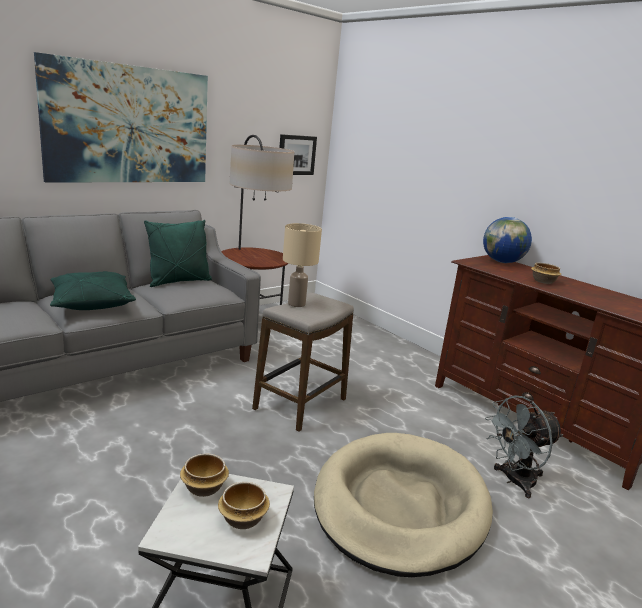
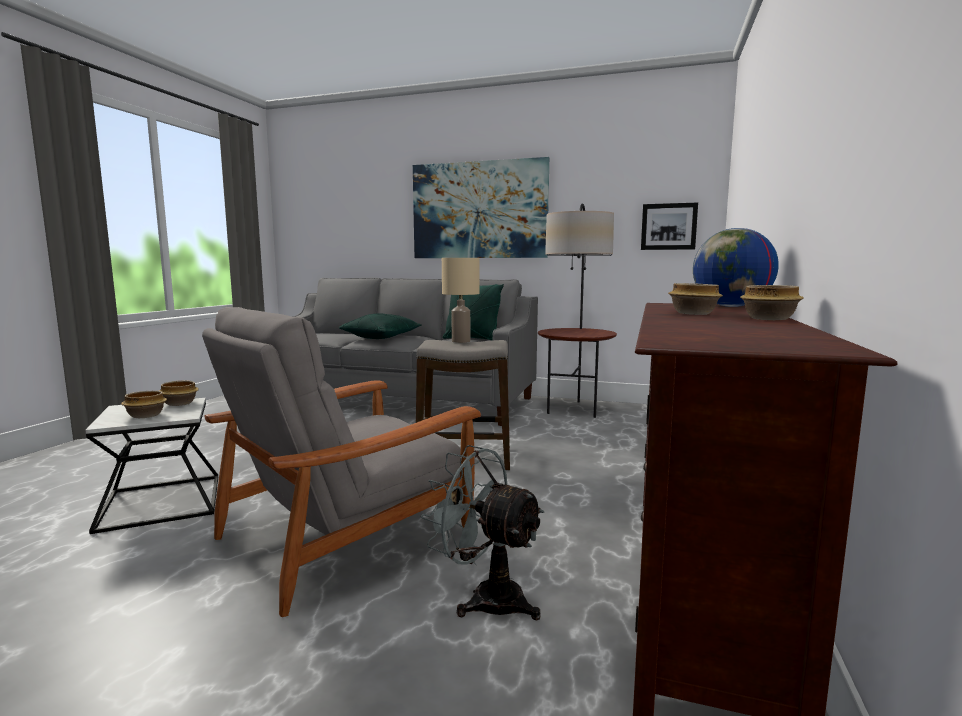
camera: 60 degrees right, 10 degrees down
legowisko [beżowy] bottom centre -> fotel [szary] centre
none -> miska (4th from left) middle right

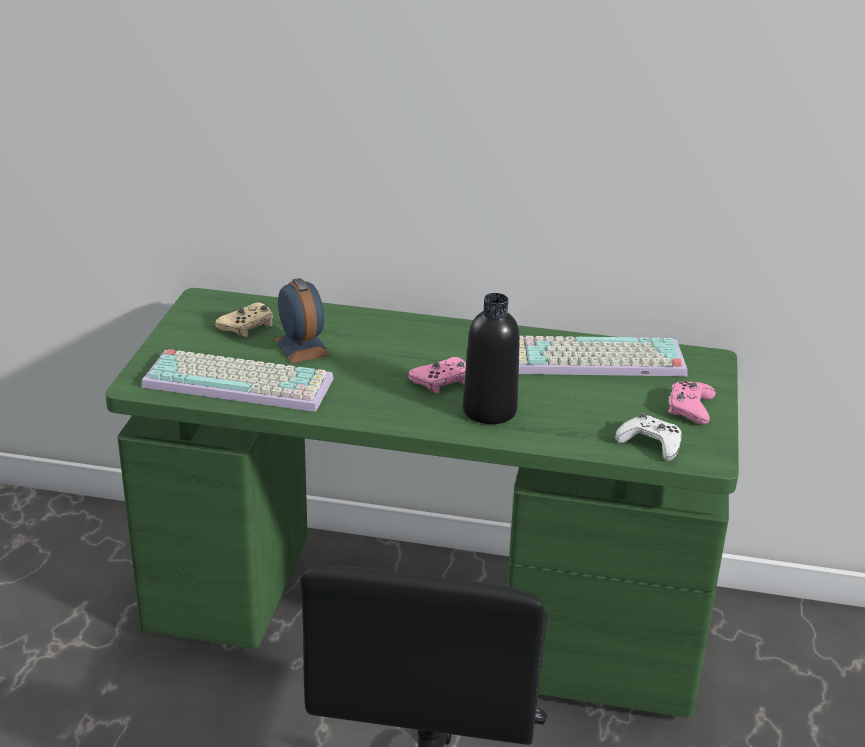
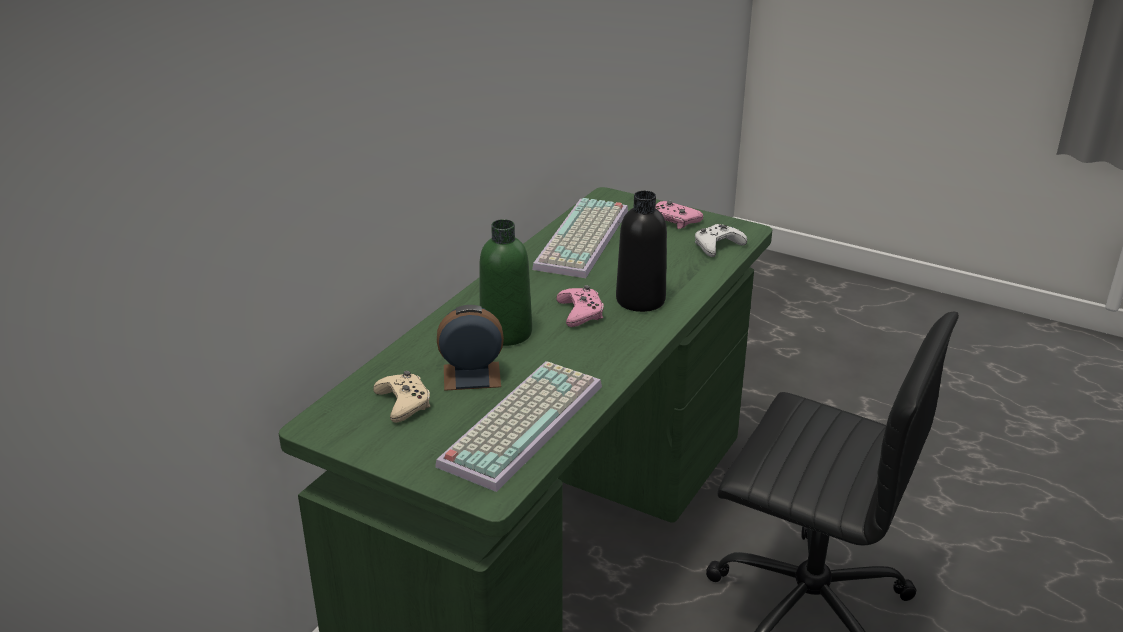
camera: 70 degrees left, 0 degrees up
none -> butelka [zielony] centre

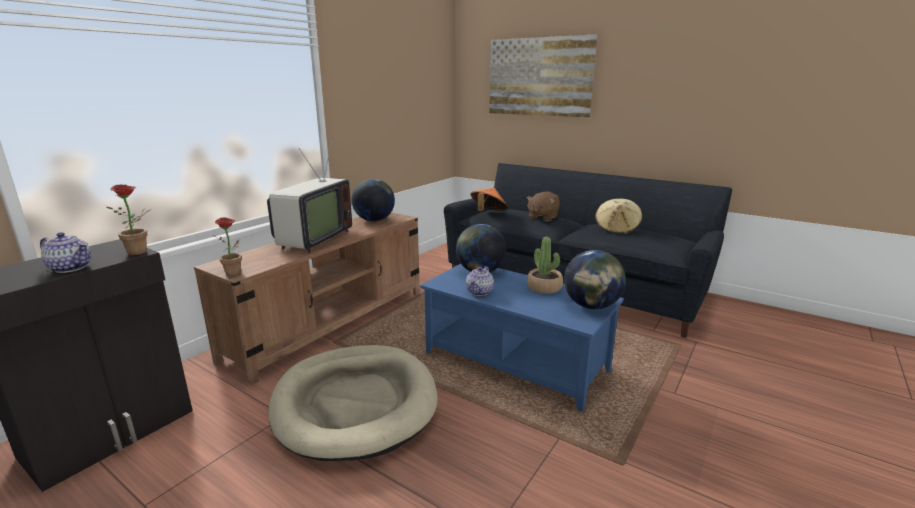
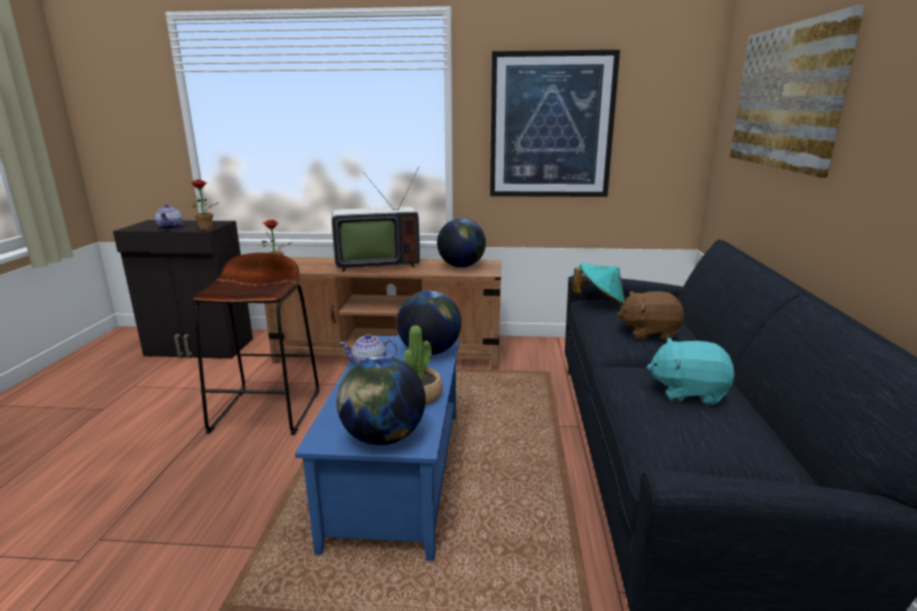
camera: 60 degrees right, 0 degrees up
legowisko [beżowy] bottom centre -> stołek [brązowy] middle left
none -> obraz (1st from left) top centre
kapelusz [pomarańczowy] centre -> kapelusz [turkusowy] centre
kapelusz [beżowy] middle right -> pluszak [turkusowy] middle right

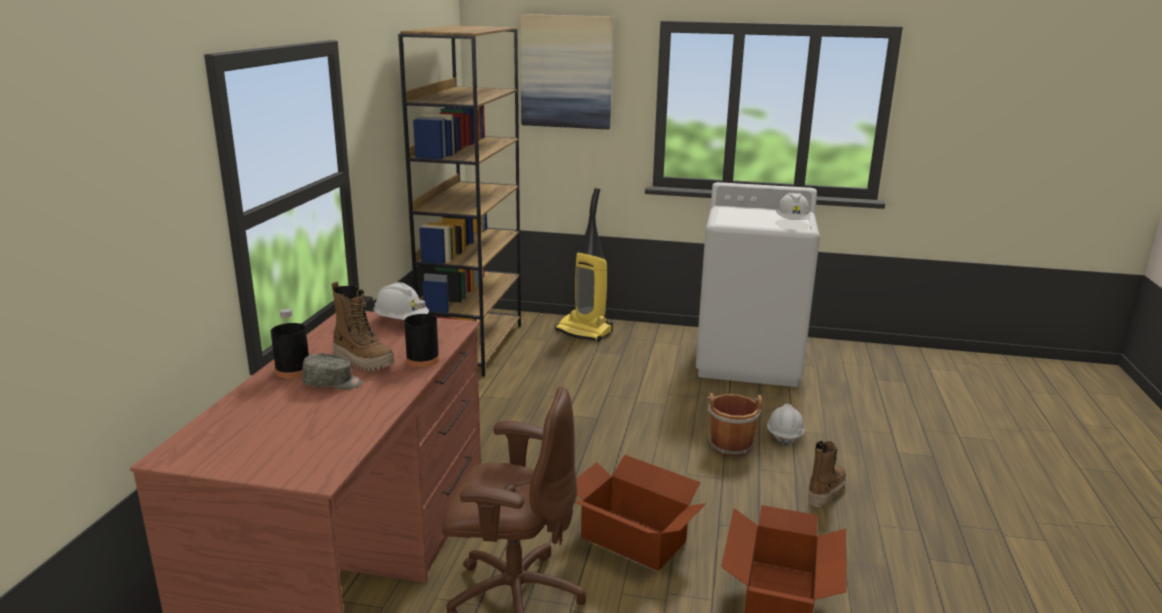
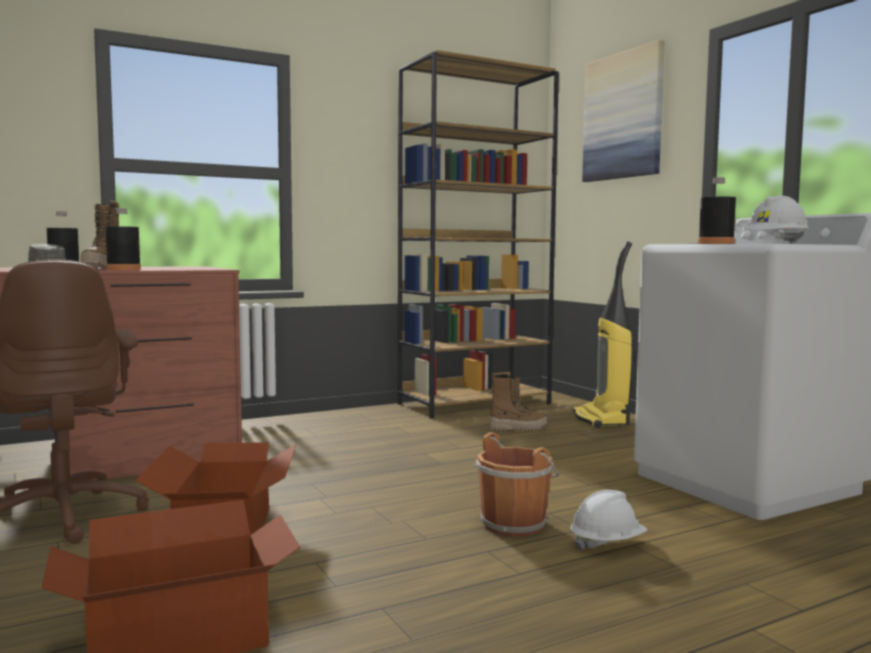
camera: 50 degrees right, 15 degrees down
but z cholewką (2nd from left) bottom right -> but z cholewką (2nd from left) centre, move
none -> butelka [czarny] (3rd from left) top right
kask [biały] (1st from left) centre -> none

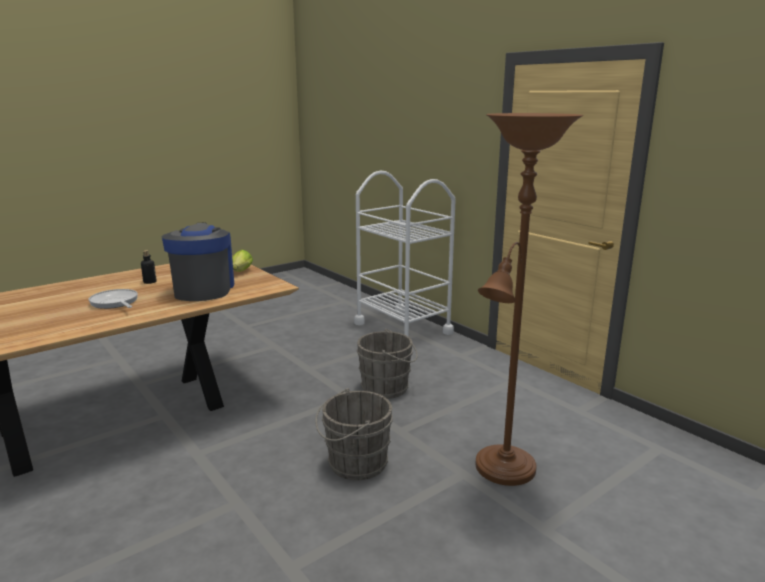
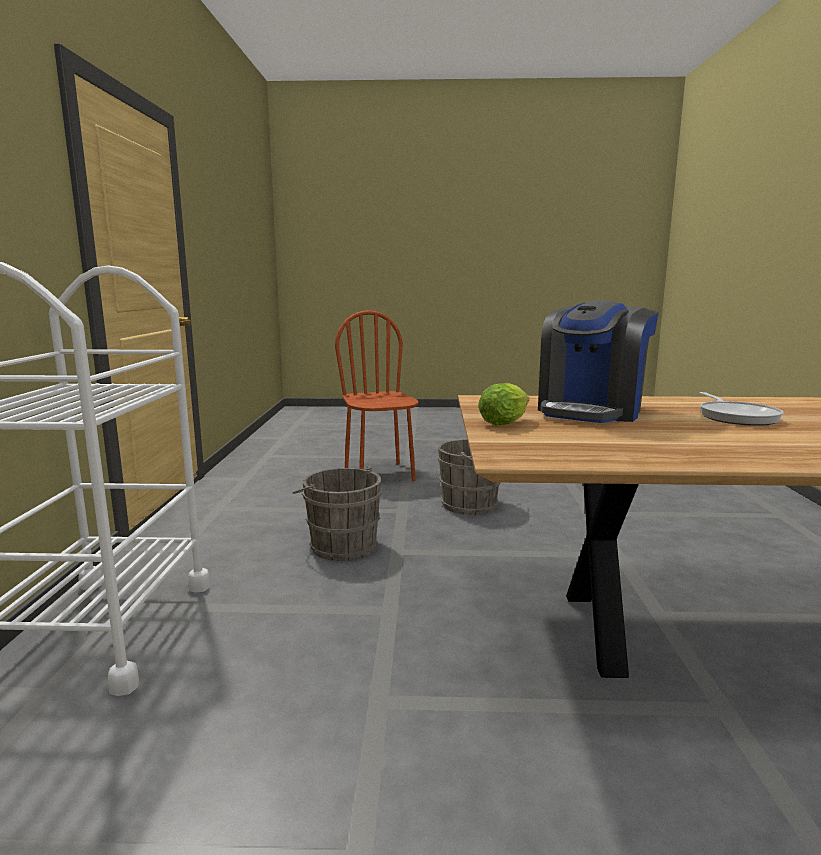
camera: 140 degrees left, 5 degrees down
lampa stojąca [brązowy] middle right -> krzesło [brązowy] centre
butelka middle left -> none

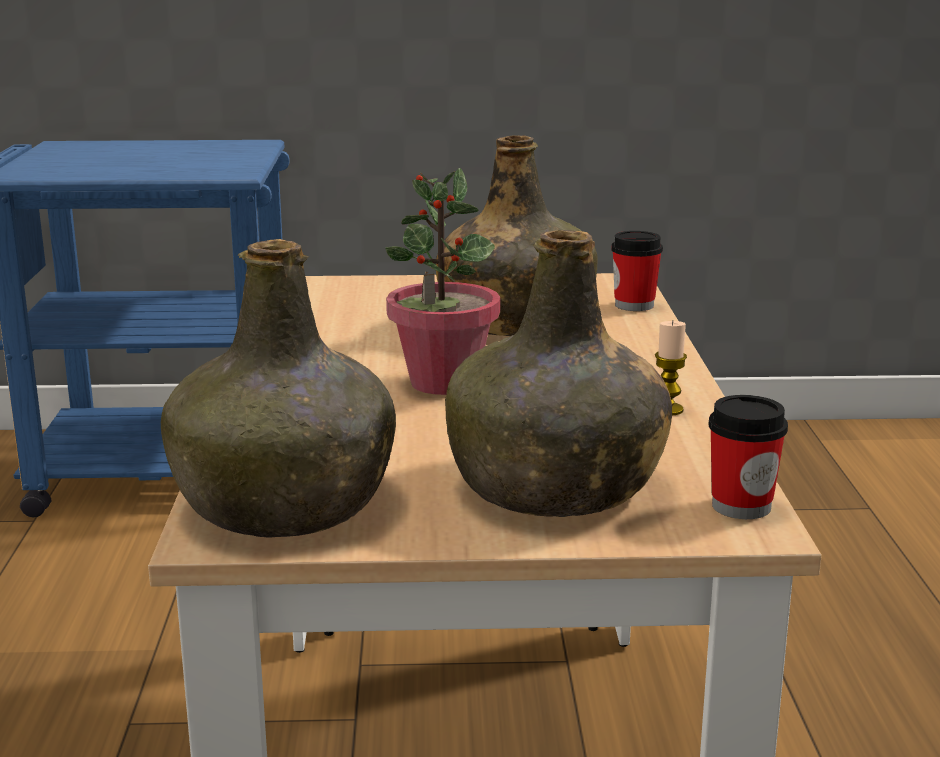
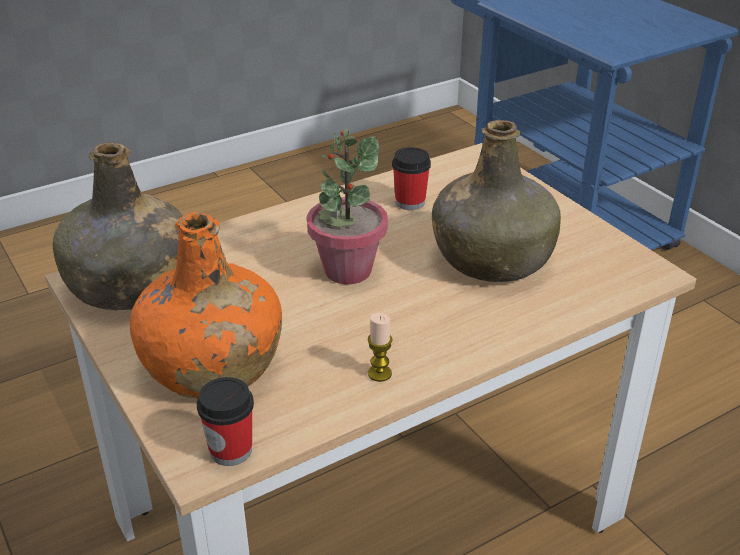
camera: 60 degrees right, 15 degrees up
butelka [zielony] (3rd from left) centre -> butelka [pomarańczowy] middle left
filiżanka (1st from left in the first image) middle right -> filiżanka (2nd from left) top centre, move

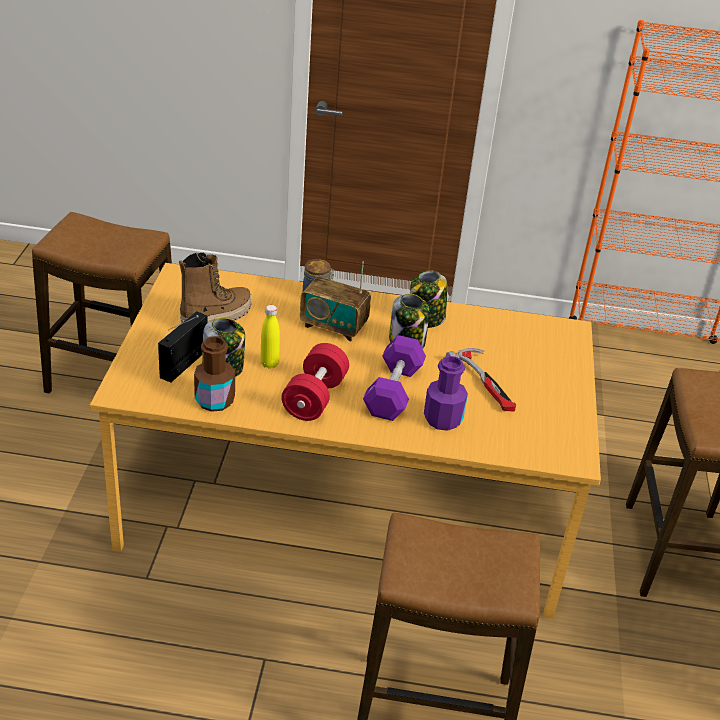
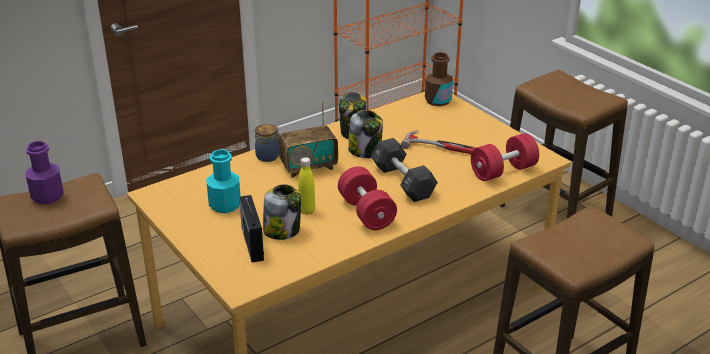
camera: 40 degrees left, 5 degrees down
butelka [fioletowy] centre -> butelka [fioletowy] middle left, move
but z cholewką middle left -> butelka [turkusowy] middle left
hantel [fioletowy] centre -> hantel [czarny] centre
butelka [brązowy] middle left -> butelka [brązowy] top centre, move
none -> hantel [czerwony] (2nd from left) middle right

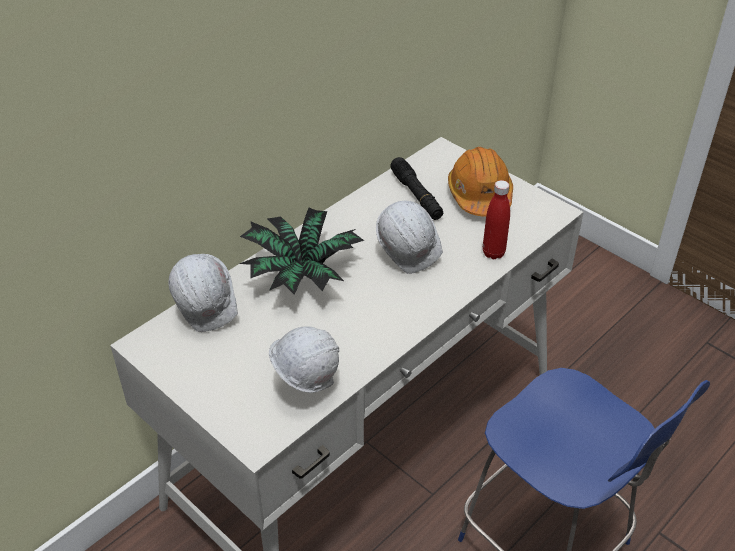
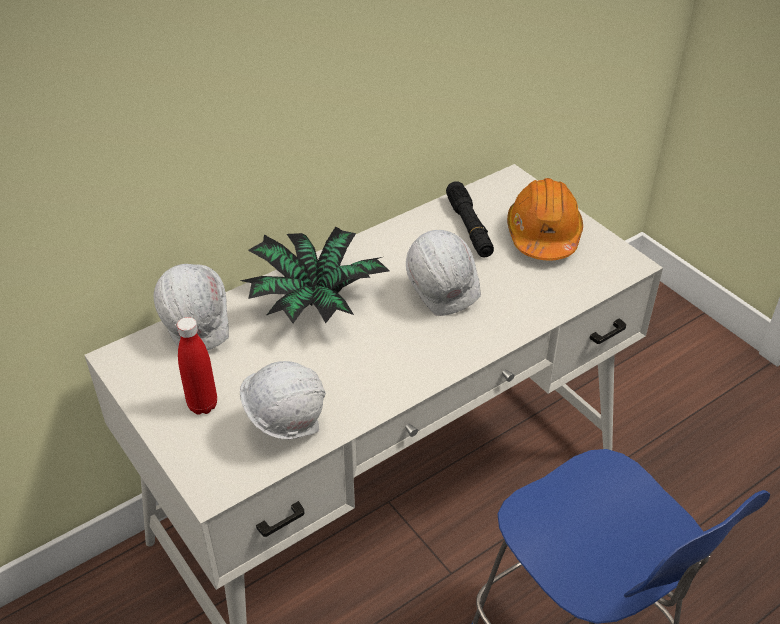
camera: 10 degrees right, 0 degrees up
butelka [czerwony] middle right -> butelka [czerwony] middle left, move

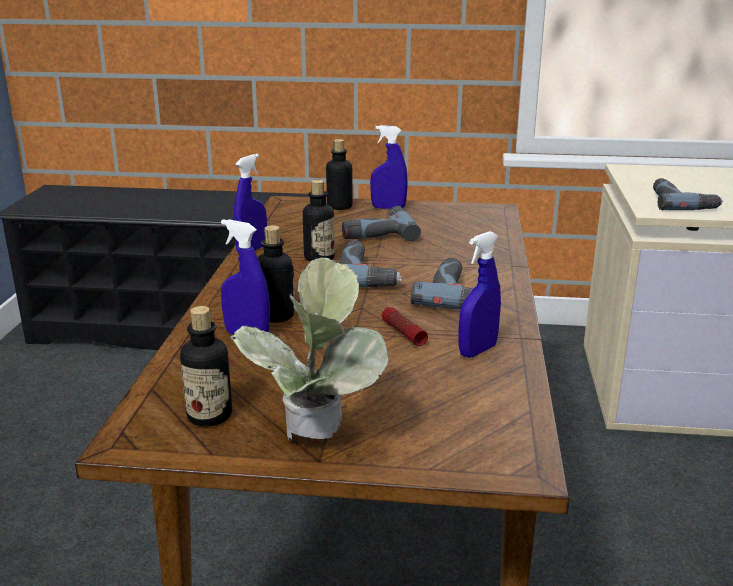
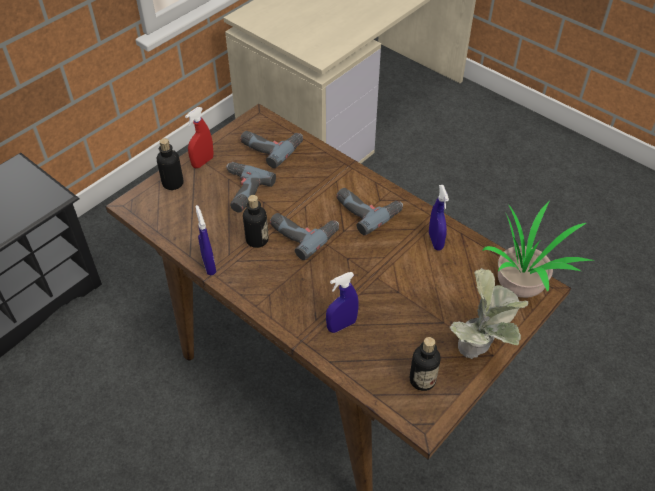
camera: 55 degrees left, 25 degrees up
spryskiwacz [niebieski] (3rd from left) top centre -> spryskiwacz [czerwony] top left
wiertarka (4th from left in the first image) top right -> wiertarka (2nd from left) top centre, move
none -> roślina doniczkowa (2nd from left) middle right
butelka (2nd from left) centre -> none
latarka centre -> none

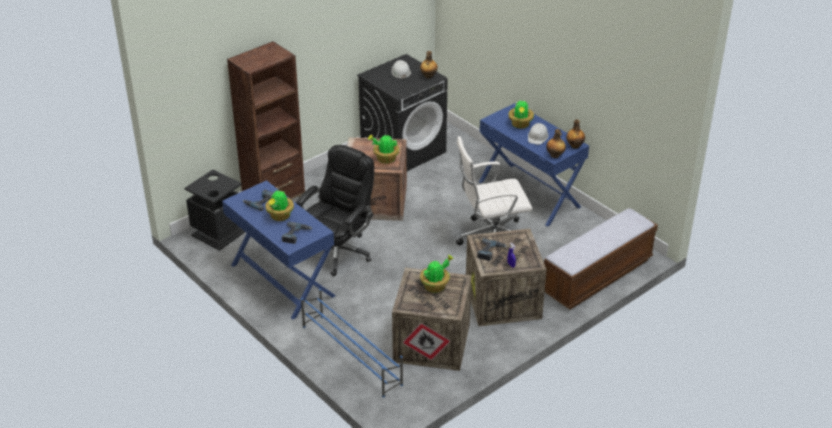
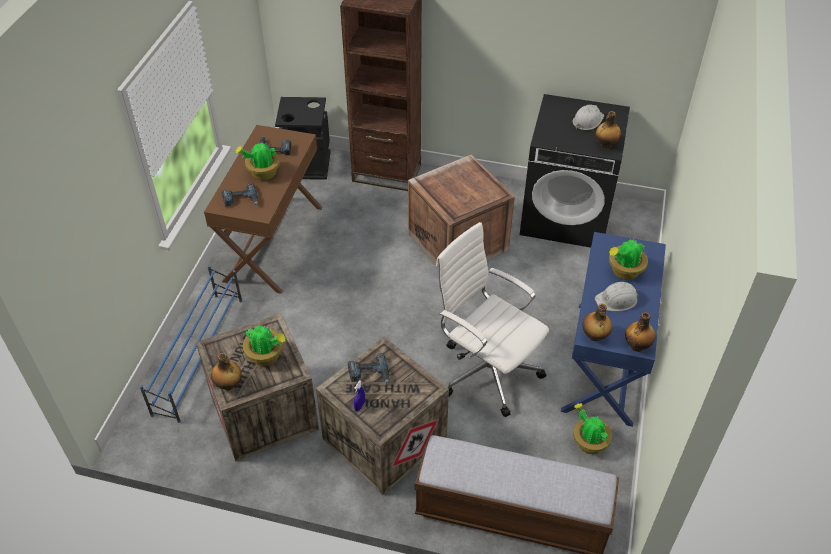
camera: 55 degrees right, 10 degrees up
biurko [niebieski] (1st from left) centre -> biurko [brązowy] middle left
none -> butelka (1st from left) bottom left
roślina doniczkowa (2nd from left in the first image) centre -> roślina doniczkowa (3rd from left) bottom right, move
krzesło biurowe [czarny] centre -> none

